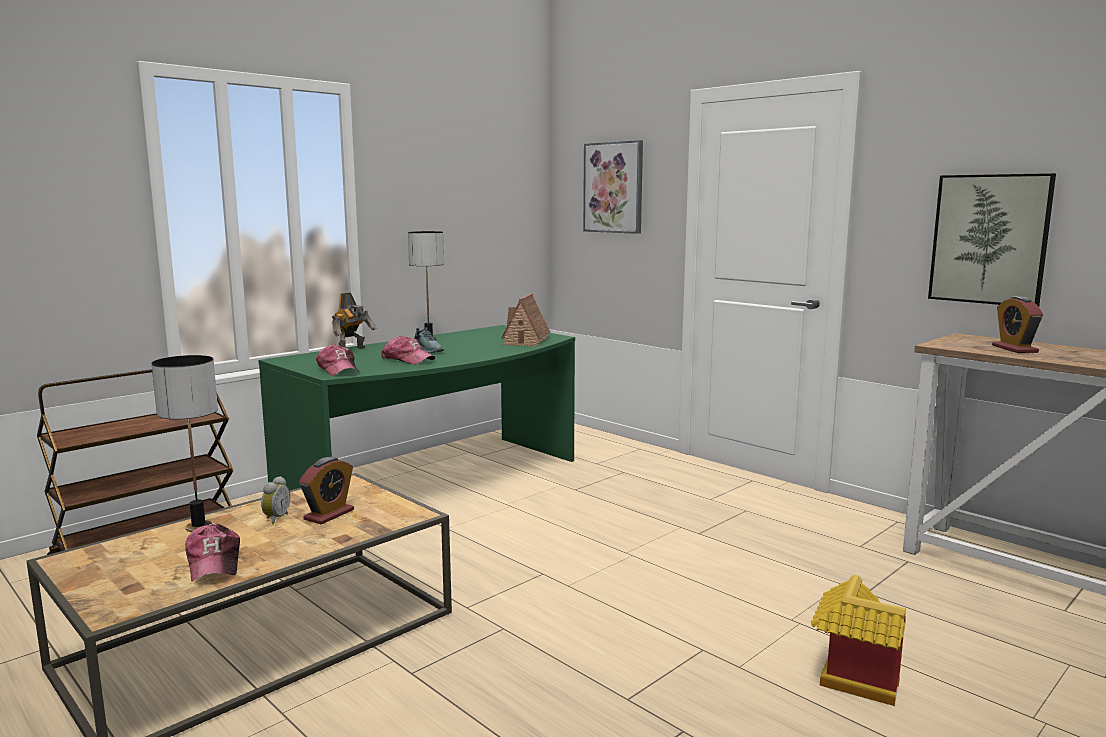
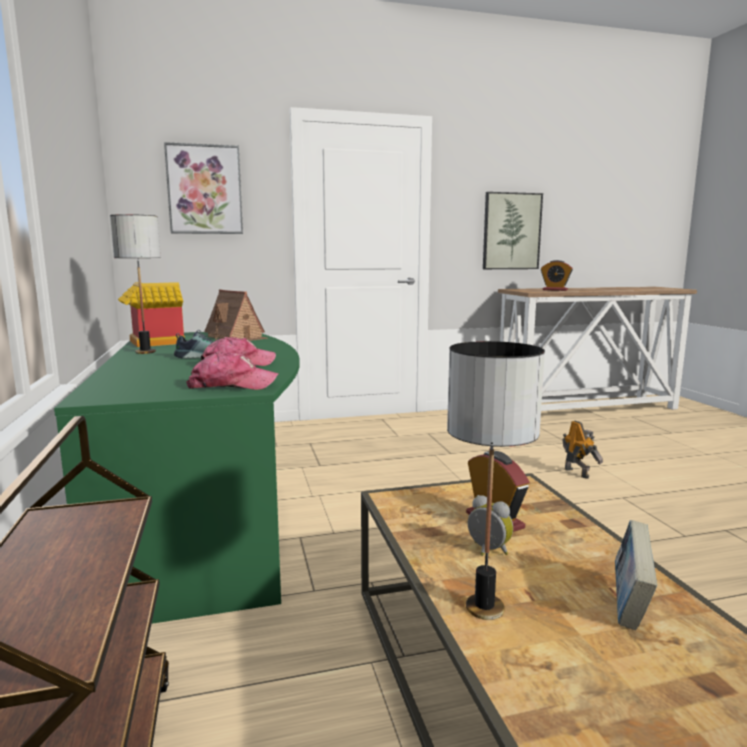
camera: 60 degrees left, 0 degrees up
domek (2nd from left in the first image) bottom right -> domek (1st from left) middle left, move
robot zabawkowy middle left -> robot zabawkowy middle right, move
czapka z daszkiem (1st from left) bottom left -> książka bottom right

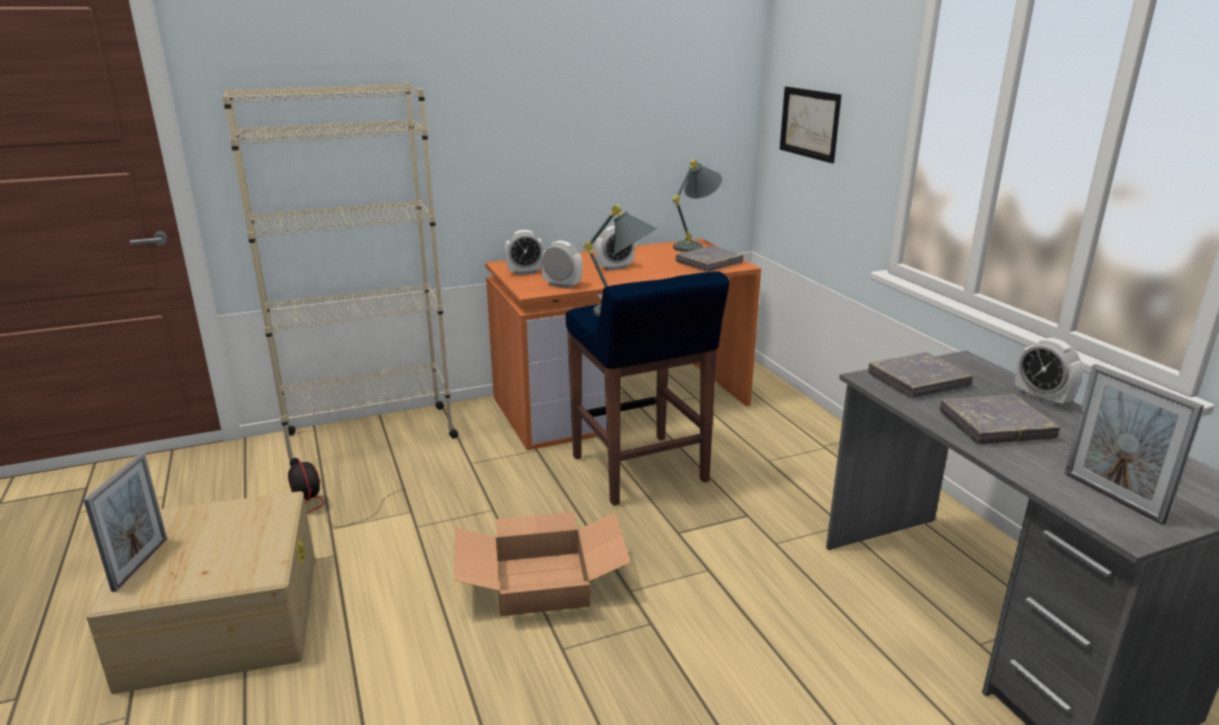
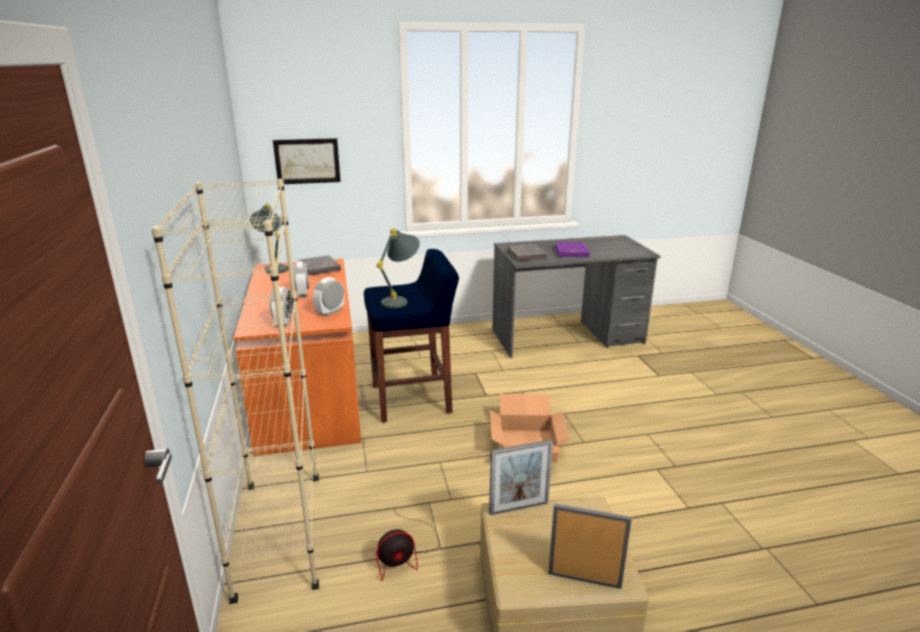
camera: 80 degrees left, 0 degrees up
ramka na zdjęcie (2nd from left in the first image) middle right -> ramka na zdjęcie (1st from left) bottom centre, move
książka [szary] (3rd from left) middle right -> książka [fioletowy] centre
budzik (4th from left) middle right -> none

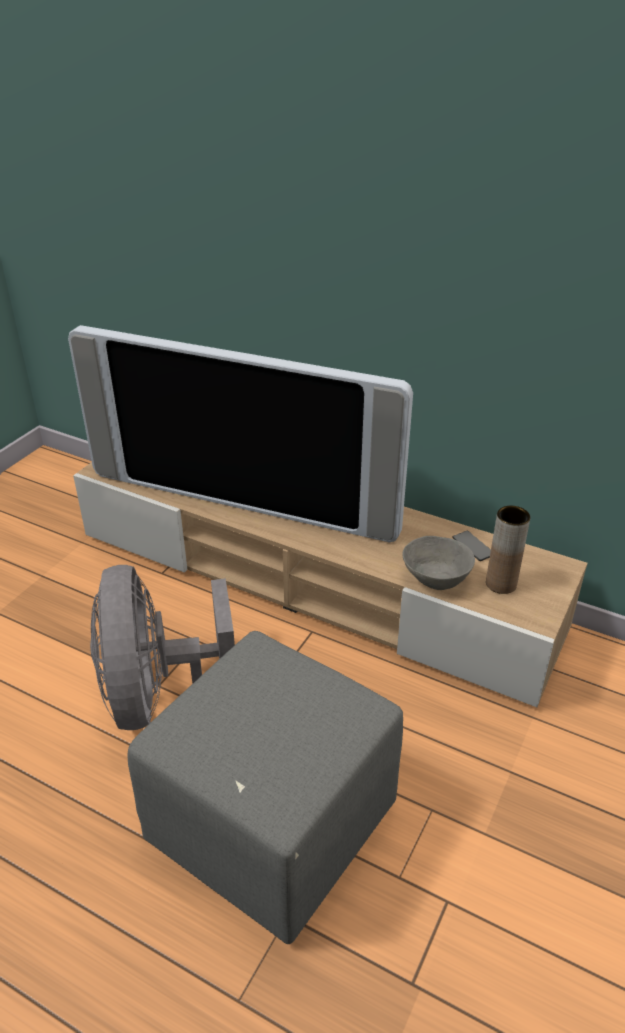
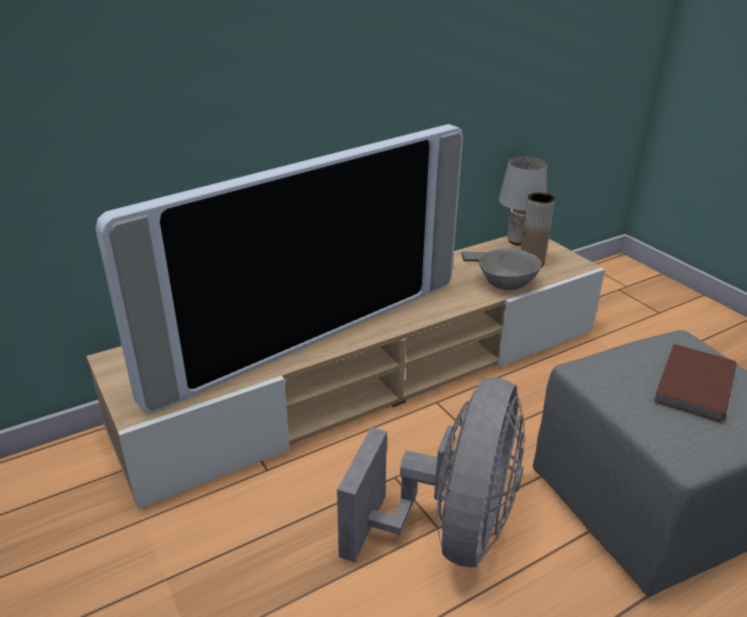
camera: 60 degrees left, 5 degrees down
wentylator [szary] middle left -> wentylator [szary] bottom centre, 90 degrees counterclockwise
none -> lampa stołowa [szary] top right
none -> książka [brązowy] middle right

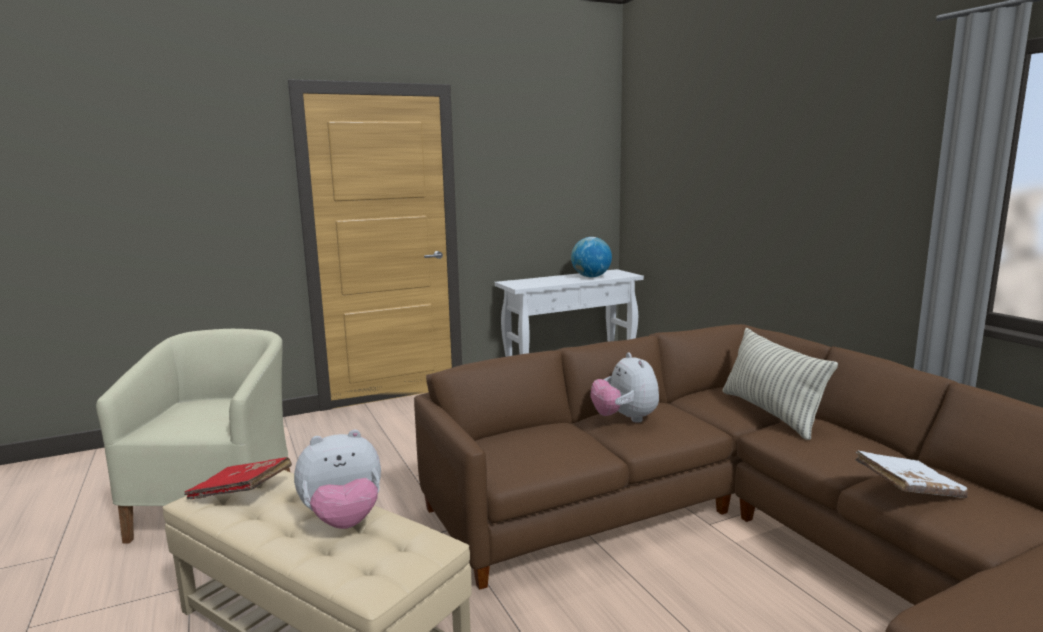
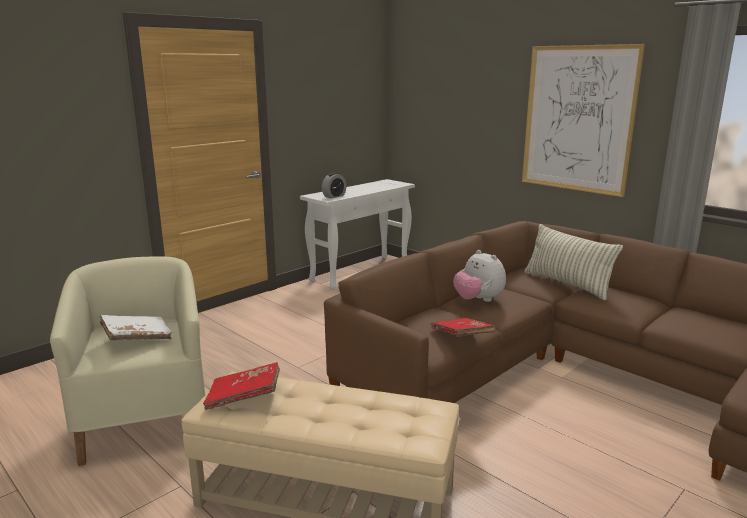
camera: 20 degrees left, 5 degrees up
książka [biały] bottom right -> książka [biały] middle left, move
none -> budzik centre
none -> książka [czerwony] (2nd from left) centre
none -> obraz top right
pluszak (1st from left) bottom left -> none
globus centre -> none

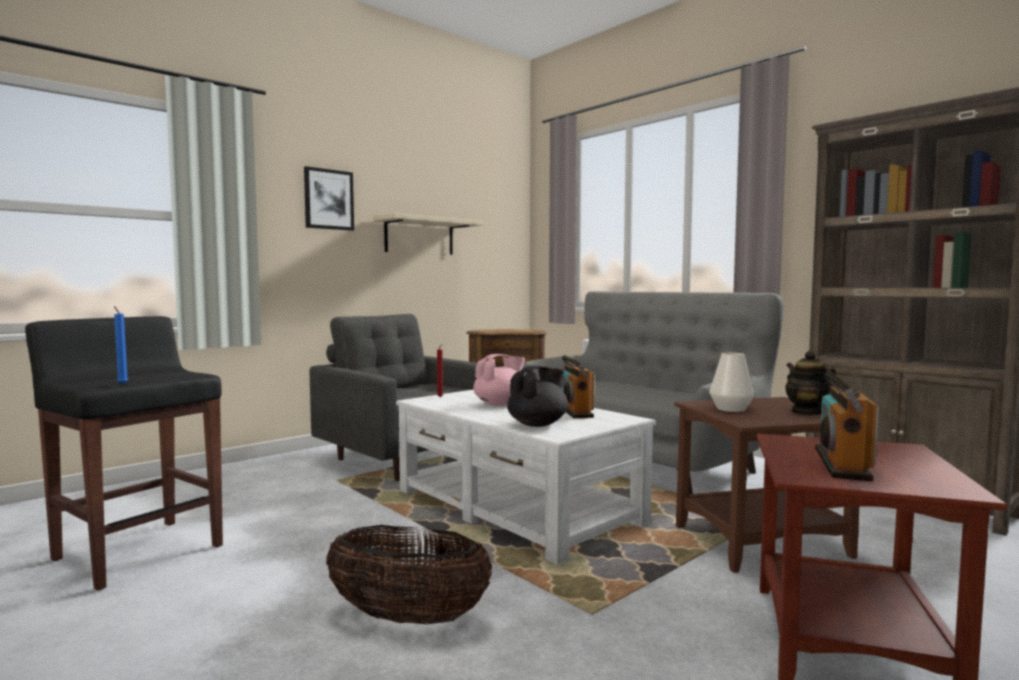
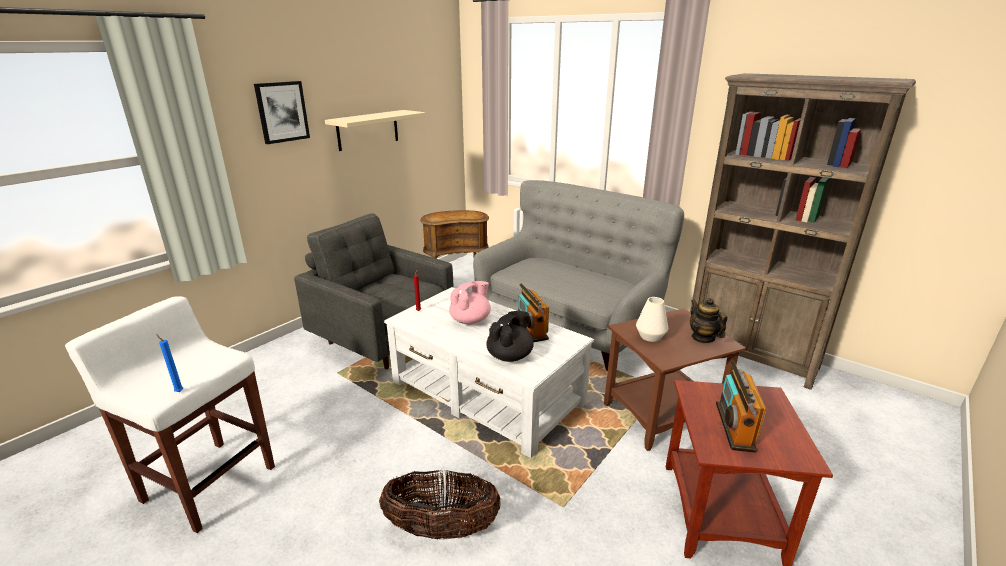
camera: 10 degrees left, 20 degrees up
stołek [czarny] middle left -> stołek [biały] bottom left

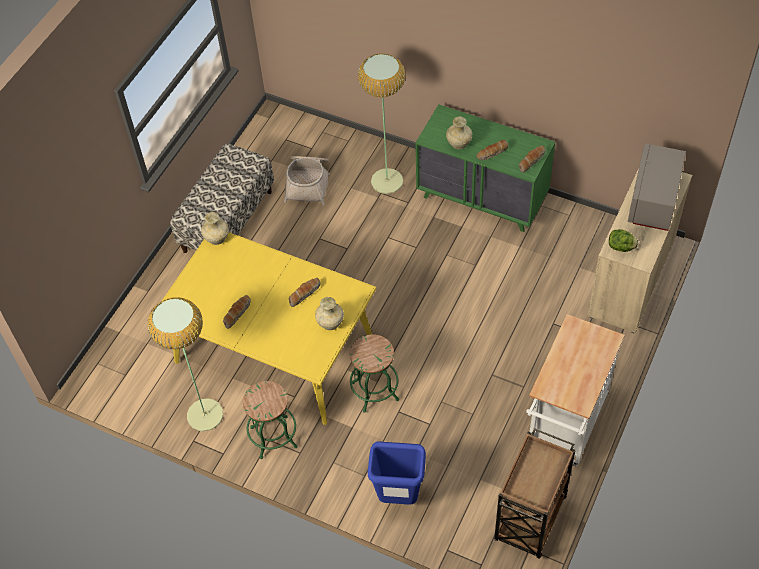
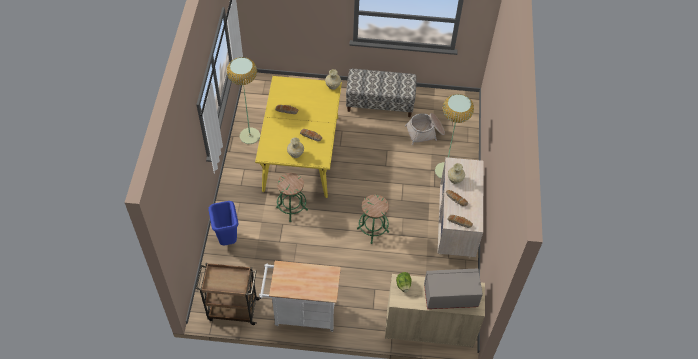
camera: 65 degrees right, 0 degrees up
stołek [zielony] (1st from left in the first image) bottom centre -> stołek [zielony] (2nd from left) centre, move
komoda [zielony] top centre -> komoda [beżowy] centre

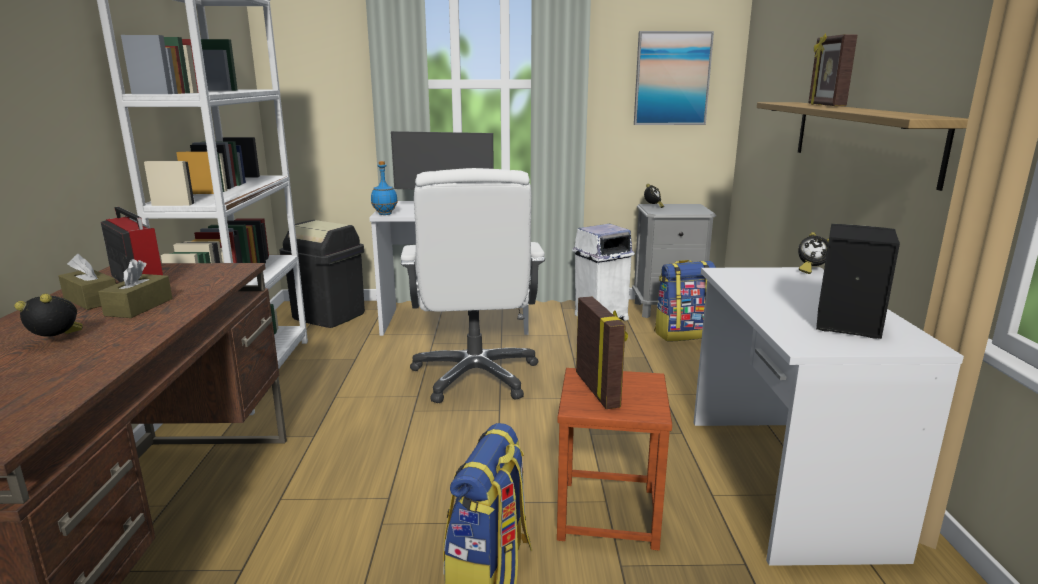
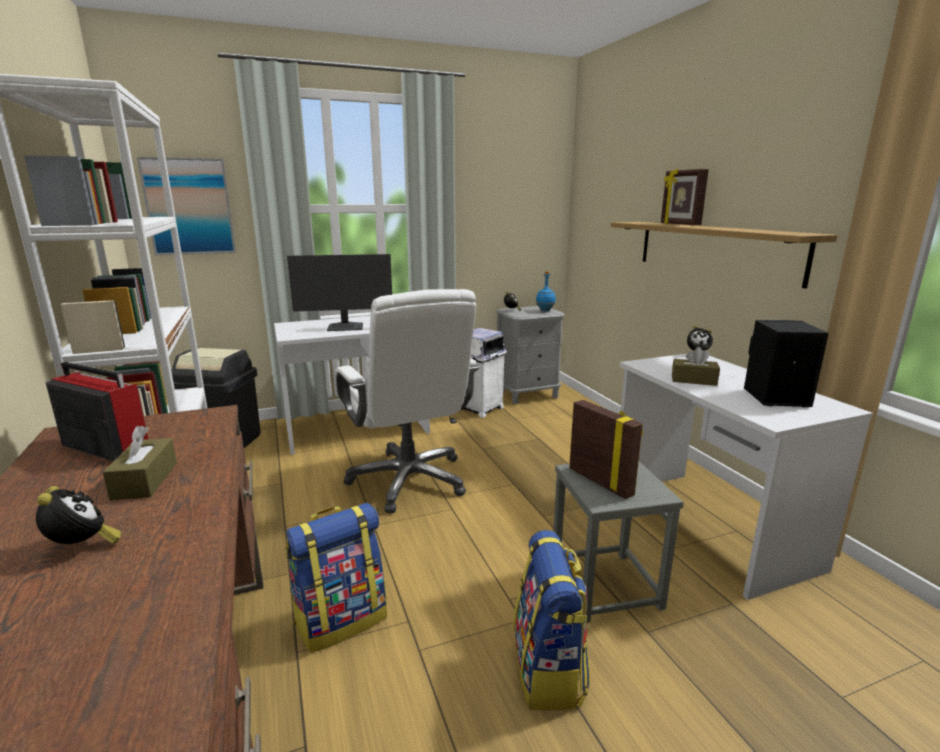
camera: 20 degrees left, 0 degrees up
budzik (1st from left) middle left -> budzik (1st from left) bottom left, 90 degrees clockwise
obraz top centre -> obraz top left, move
plecak (2nd from left in the first image) centre -> plecak (1st from left) bottom centre, move
butelka [niebieski] top centre -> butelka [niebieski] centre, move
stołek [brązowy] bottom centre -> stołek [szary] bottom centre
pudełko chusteczek [brązowy] (1st from left in the first image) middle left -> pudełko chusteczek [brązowy] (2nd from left) middle right, move

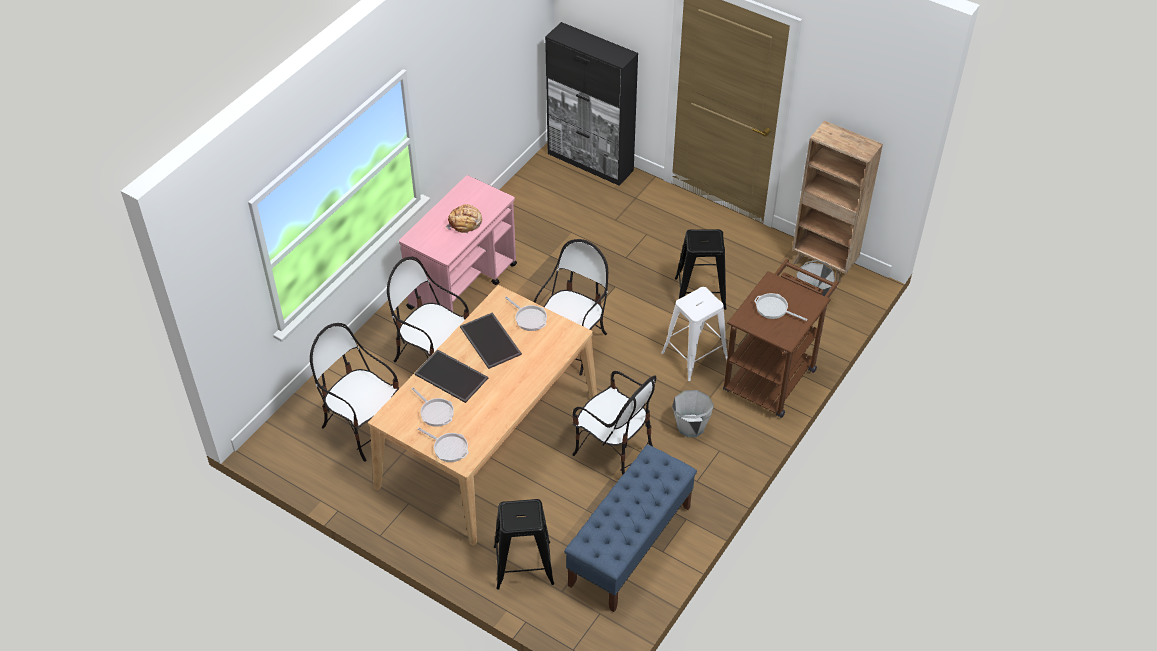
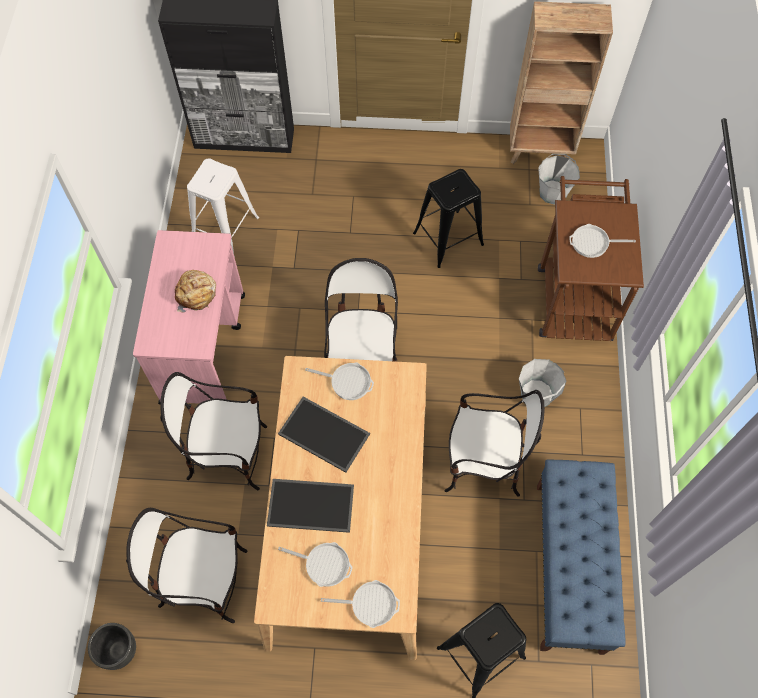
camera: 30 degrees left, 15 degrees up
none -> donica [czarny] bottom left
stołek [biały] centre -> stołek [biały] top left, move

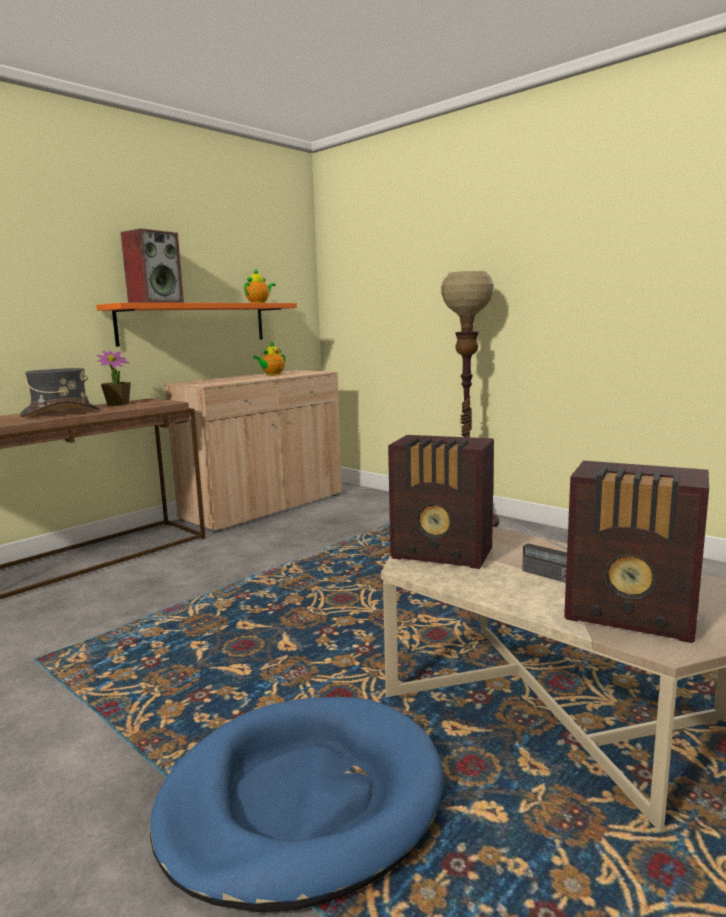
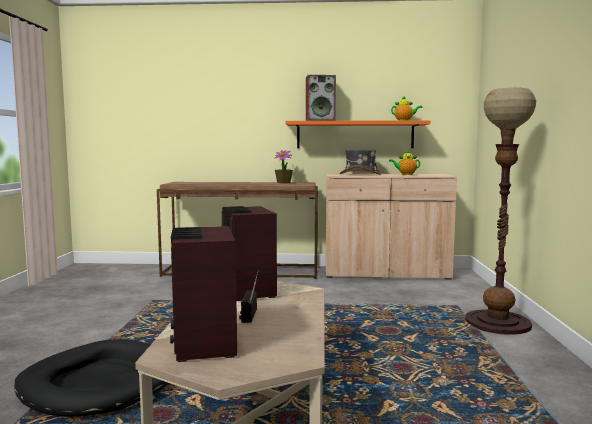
camera: 50 degrees right, 5 degrees down
legowisko [niebieski] bottom centre -> legowisko [czarny] bottom left
kapelusz [szary] middle left -> kapelusz [szary] centre, move

